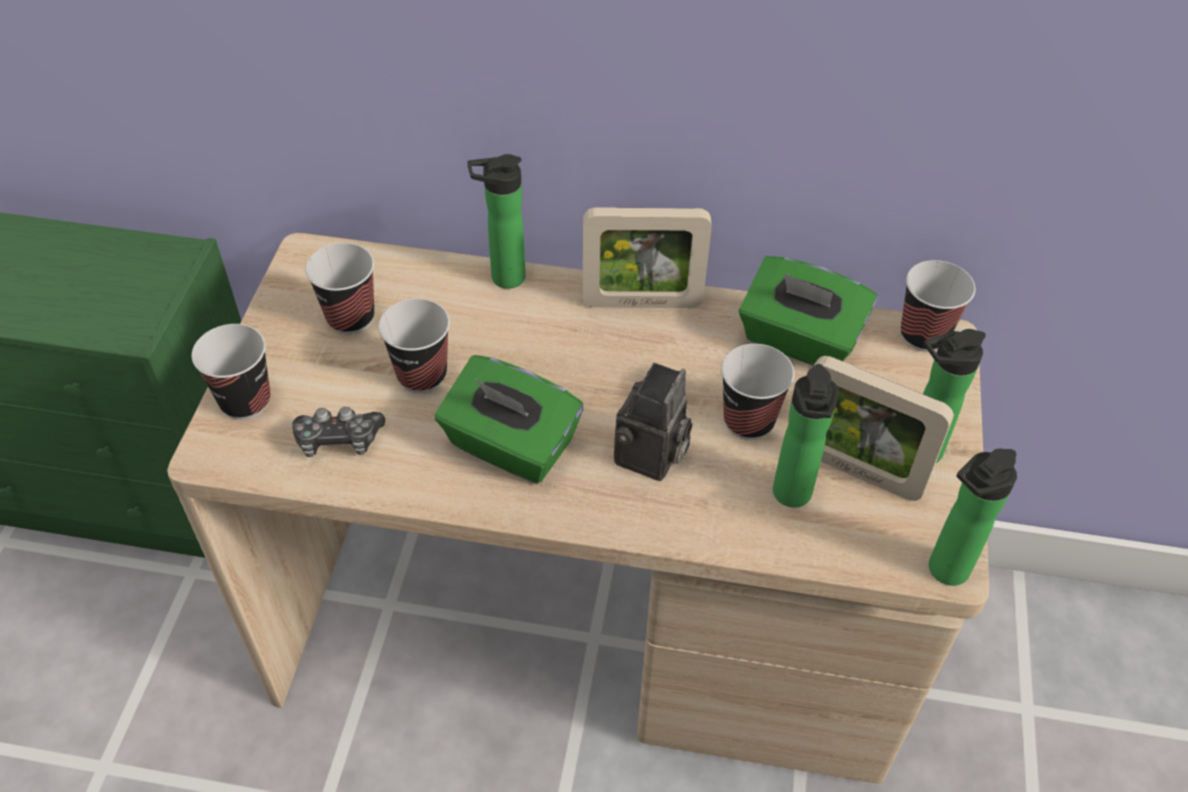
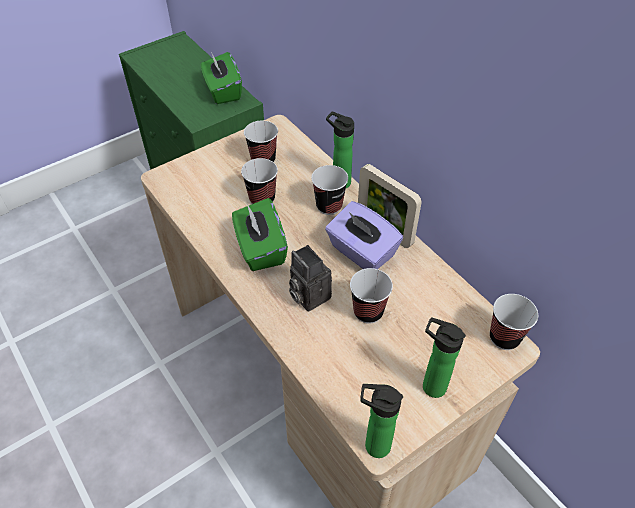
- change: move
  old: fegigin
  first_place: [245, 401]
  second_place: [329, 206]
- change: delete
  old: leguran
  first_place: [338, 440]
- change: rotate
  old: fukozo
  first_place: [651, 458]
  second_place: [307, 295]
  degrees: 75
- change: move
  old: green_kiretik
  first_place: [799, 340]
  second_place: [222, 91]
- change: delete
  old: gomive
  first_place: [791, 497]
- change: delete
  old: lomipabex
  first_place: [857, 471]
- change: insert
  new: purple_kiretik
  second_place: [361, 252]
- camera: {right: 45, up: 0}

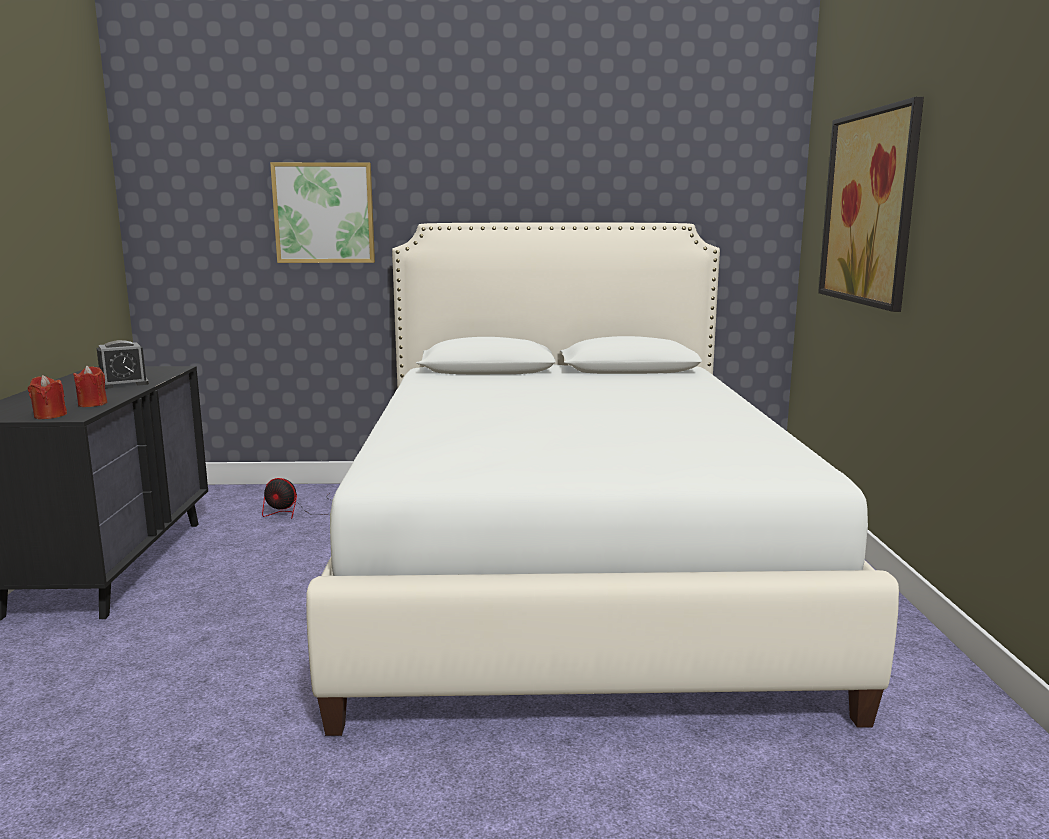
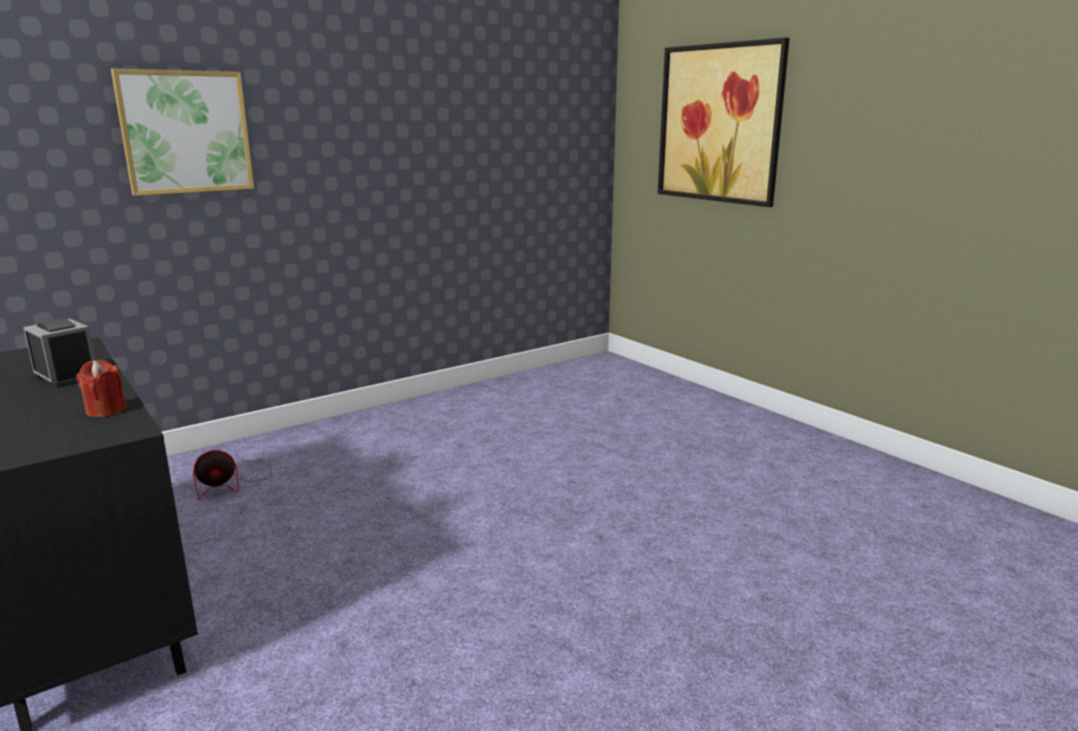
- change: delete
  old: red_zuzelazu
  first_place: [50, 416]
- change: rotate
  old: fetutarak
  first_place: [123, 384]
  second_place: [66, 376]
  degrees: -75
- change: delete
  old: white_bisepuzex
  first_place: [571, 570]
- camera: {right: -35, up: 5}

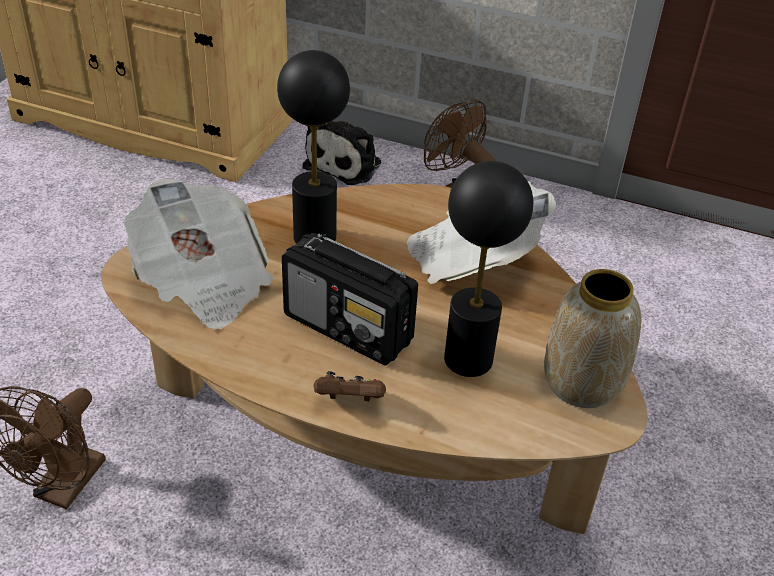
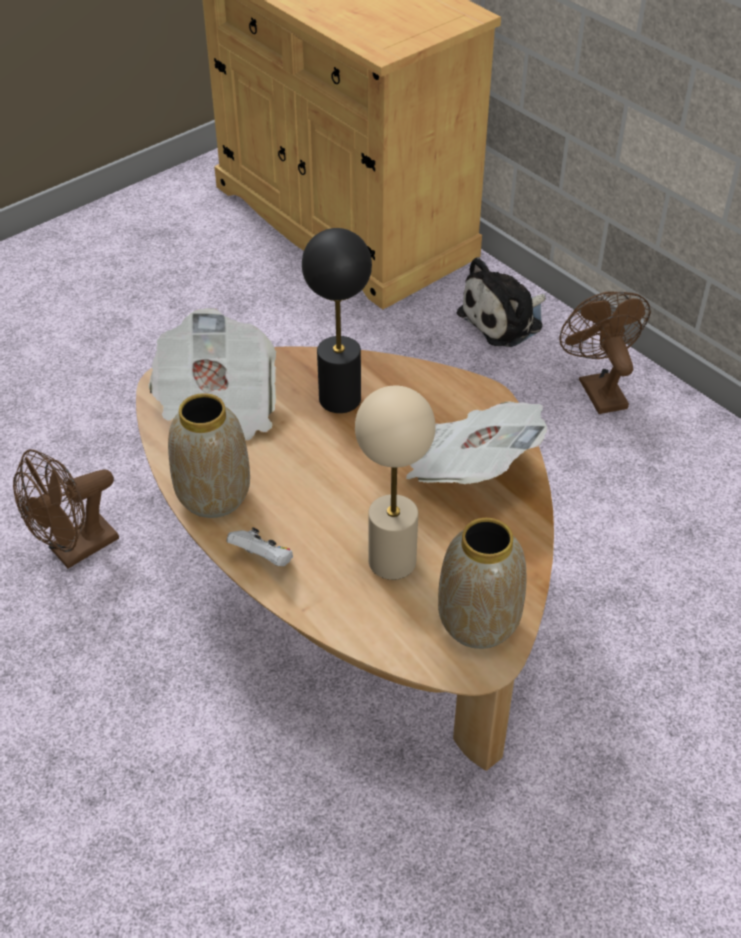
- change: delete
  old: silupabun
  first_place: [349, 329]
- change: recolor
  old: brown_leguran
  new: white_leguran
  first_place: [349, 401]
  second_place: [263, 560]
- change: recolor
  old: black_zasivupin
  new: beige_zasivupin
  first_place: [469, 359]
  second_place: [393, 561]
- change: insert
  new: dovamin
  second_place: [212, 495]
- camera: {right: 30, up: 5}

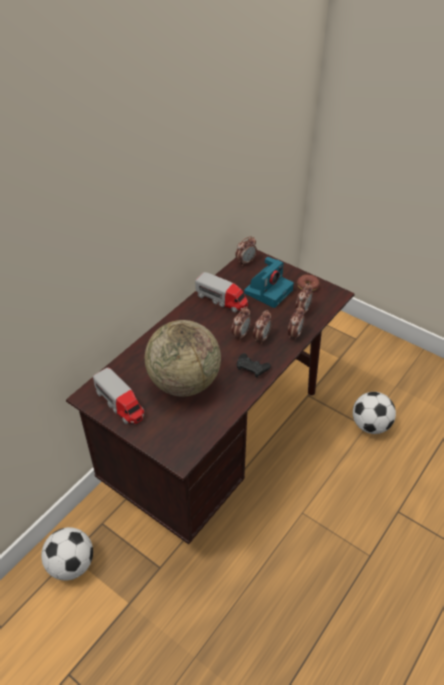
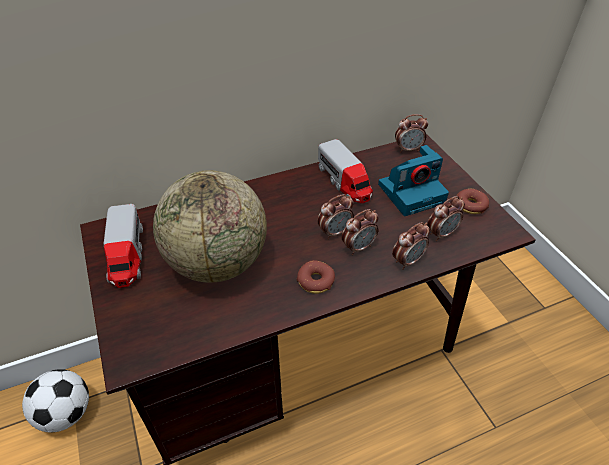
- change: replace
  old: black_leguran
  new: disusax
  first_place: [252, 368]
  second_place: [316, 281]
- change: delete
  old: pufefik
  first_place: [370, 425]
- camera: {right: 30, up: 0}

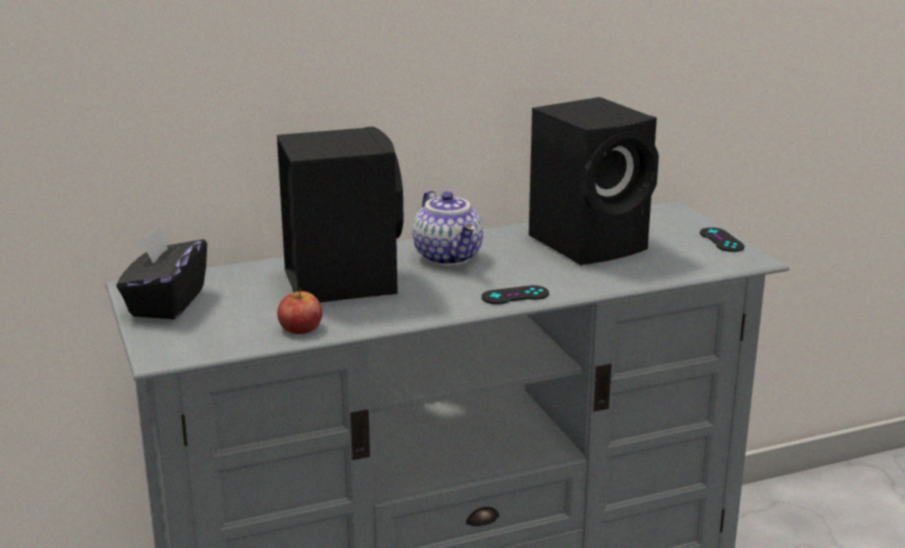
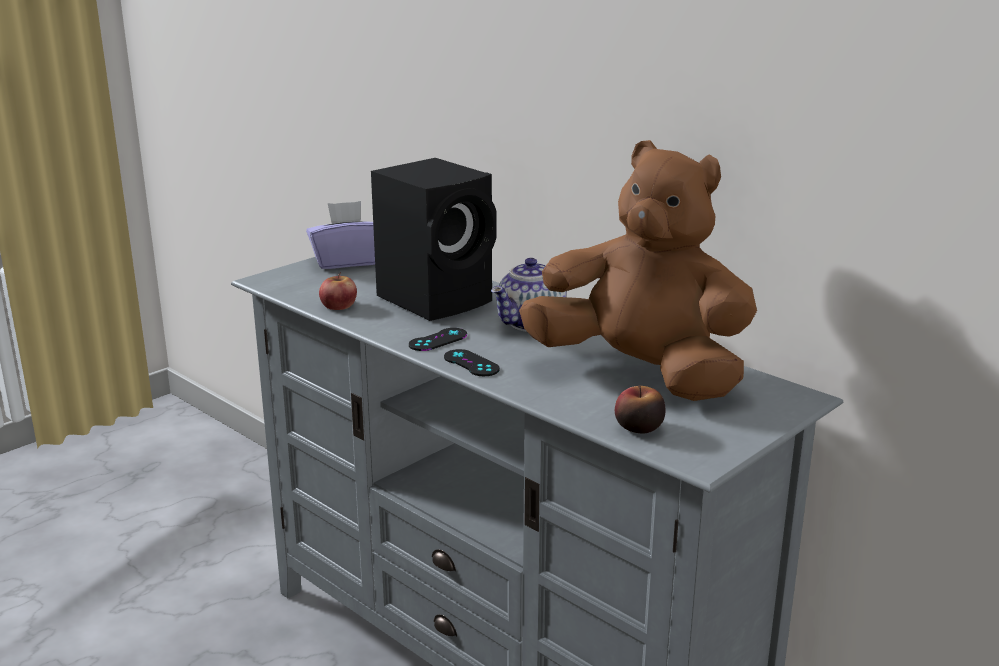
- change: recolor
  old: black_kiretik
  new: purple_kiretik
  first_place: [166, 303]
  second_place: [348, 261]
- change: replace
  old: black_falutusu
  new: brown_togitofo
  first_place: [591, 243]
  second_place: [641, 373]
- change: move
  old: black_leguran
  first_place: [721, 240]
  second_place: [438, 340]
- change: insert
  new: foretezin
  second_place: [639, 427]
- camera: {right: 65, up: 0}

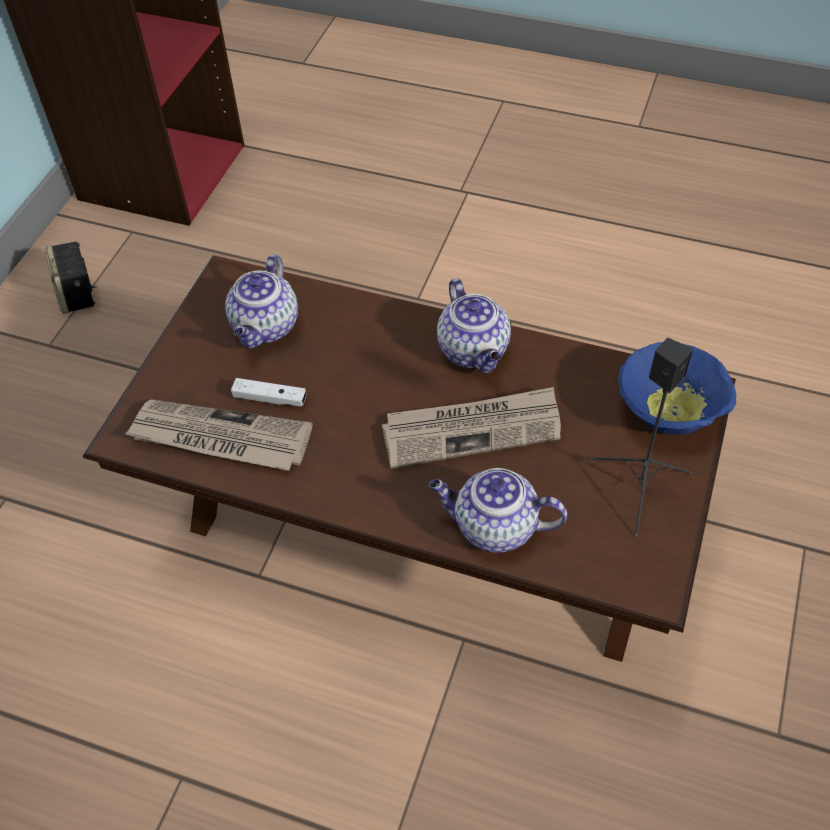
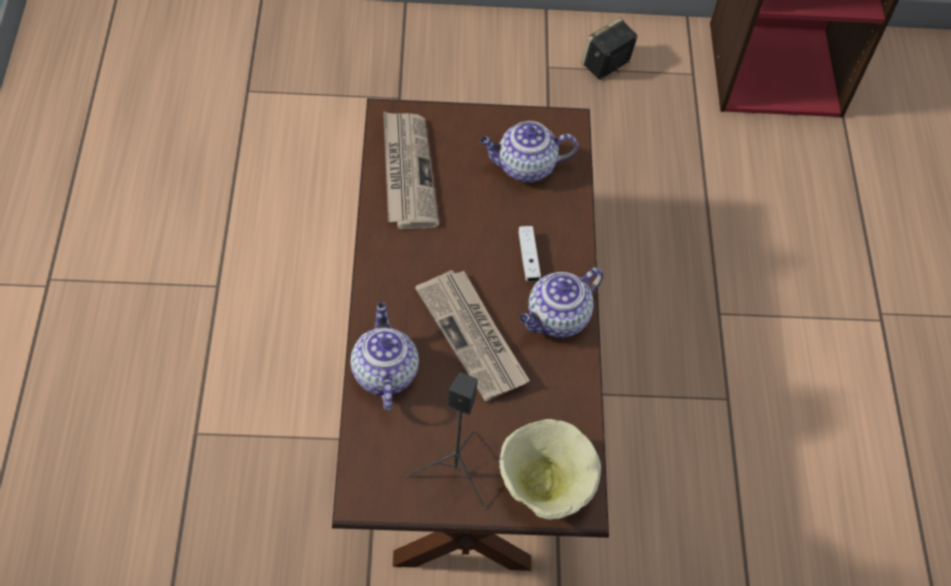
- change: move
  old: white_leguran
  first_place: [270, 398]
  second_place: [528, 258]
- change: recolor
  old: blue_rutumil
  new: beige_rutumil
  first_place: [671, 411]
  second_place: [547, 484]
- camera: {right: 65, up: 5}

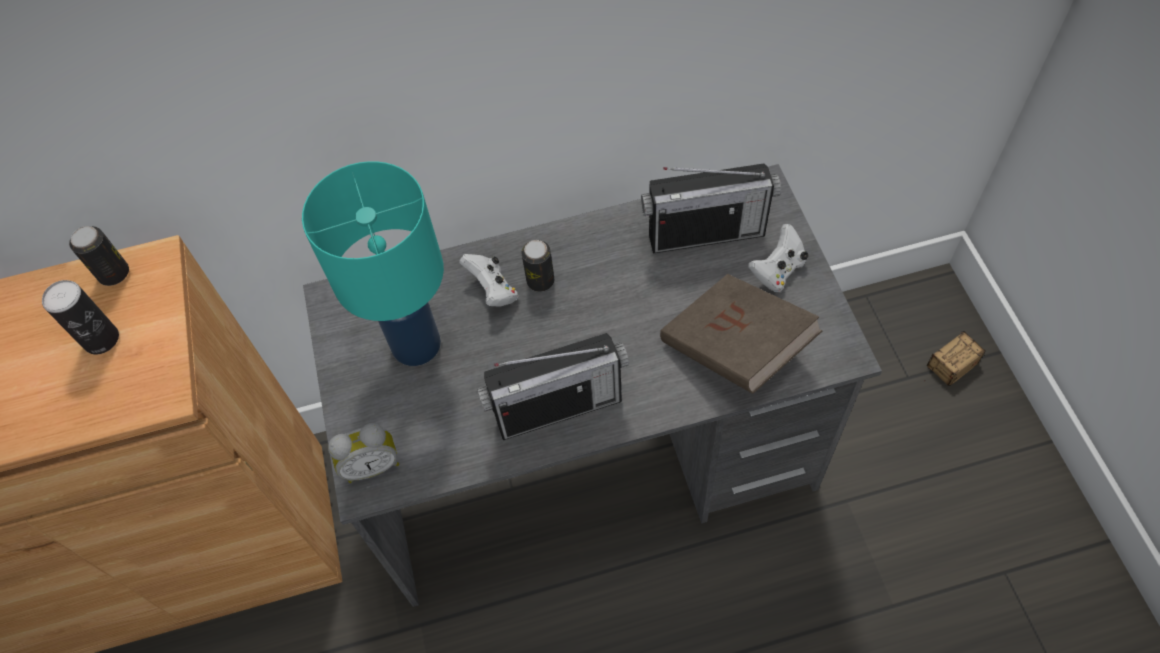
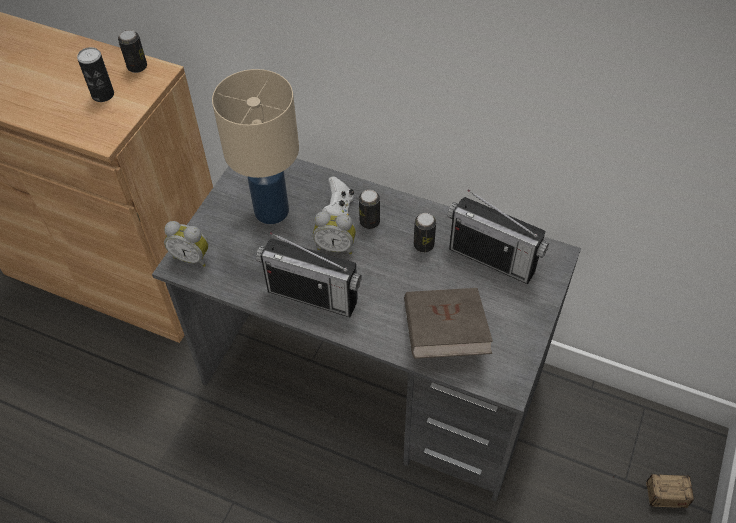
- change: recolor
  old: turquoise_zasivupin
  new: beige_zasivupin
  first_place: [417, 345]
  second_place: [272, 212]
- change: delete
  old: white_leguran
  first_place: [777, 271]
- change: insert
  new: fetutarak
  second_place: [335, 246]
- change: insert
  new: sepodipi
  second_place: [423, 245]
- camera: {right: 35, up: -5}

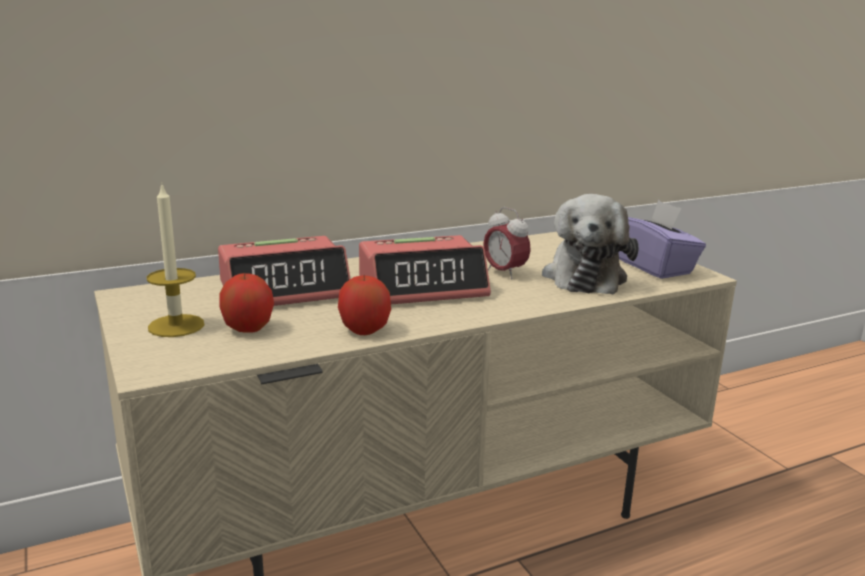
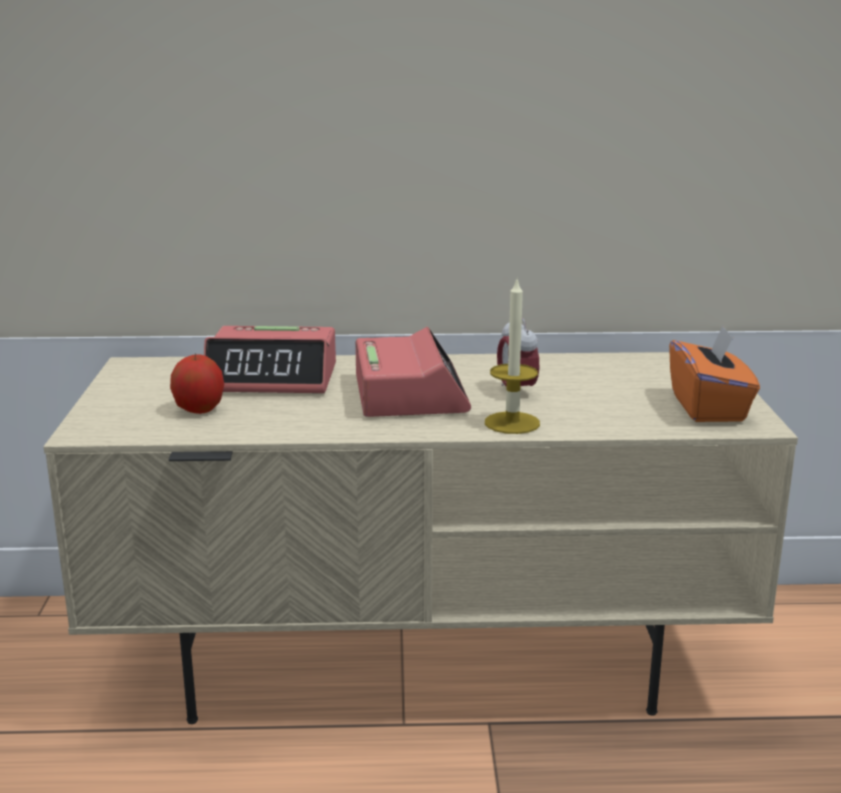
- change: move
  old: zuzelazu
  first_place: [176, 326]
  second_place: [512, 423]
- change: delete
  old: foretezin
  first_place: [364, 330]
- change: rotate
  old: fetutarak
  first_place: [423, 286]
  second_place: [409, 393]
  degrees: -105
- change: delete
  old: togitofo
  first_place: [584, 276]
- change: recolor
  old: purple_kiretik
  new: orange_kiretik
  first_place: [654, 267]
  second_place: [709, 407]
- camera: {right: 25, up: 0}

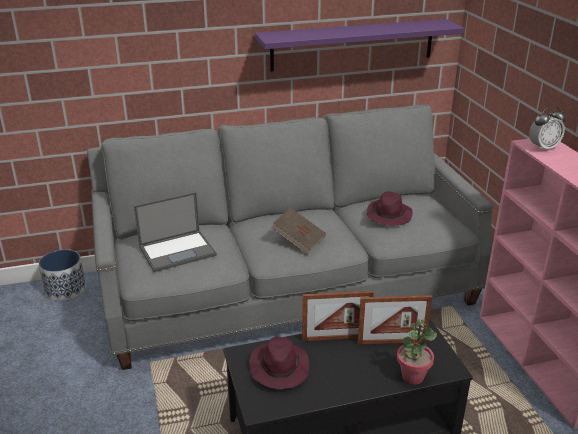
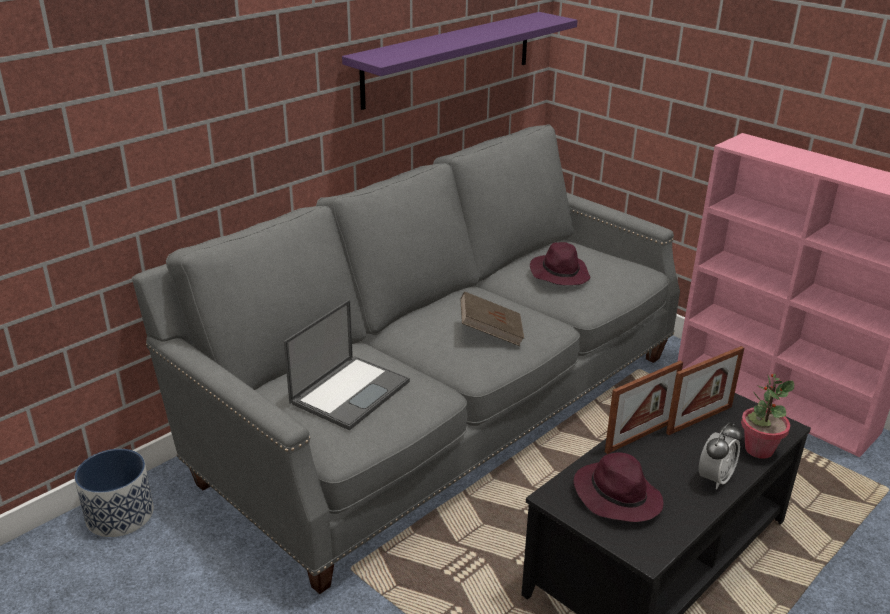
- change: move
  old: fetutarak
  first_place: [543, 148]
  second_place: [715, 478]
- camera: {right: -30, up: 0}

